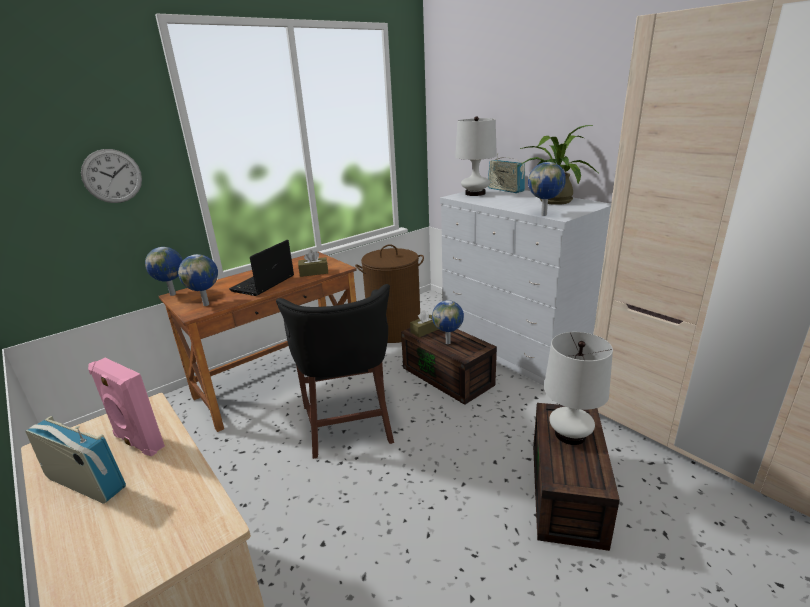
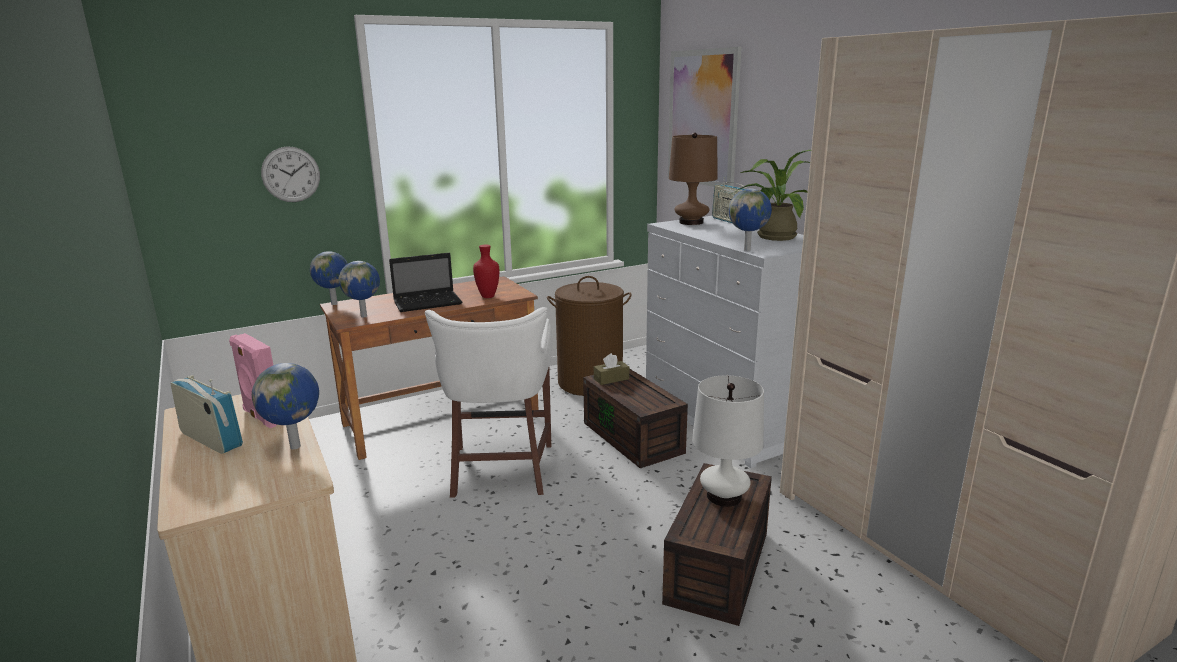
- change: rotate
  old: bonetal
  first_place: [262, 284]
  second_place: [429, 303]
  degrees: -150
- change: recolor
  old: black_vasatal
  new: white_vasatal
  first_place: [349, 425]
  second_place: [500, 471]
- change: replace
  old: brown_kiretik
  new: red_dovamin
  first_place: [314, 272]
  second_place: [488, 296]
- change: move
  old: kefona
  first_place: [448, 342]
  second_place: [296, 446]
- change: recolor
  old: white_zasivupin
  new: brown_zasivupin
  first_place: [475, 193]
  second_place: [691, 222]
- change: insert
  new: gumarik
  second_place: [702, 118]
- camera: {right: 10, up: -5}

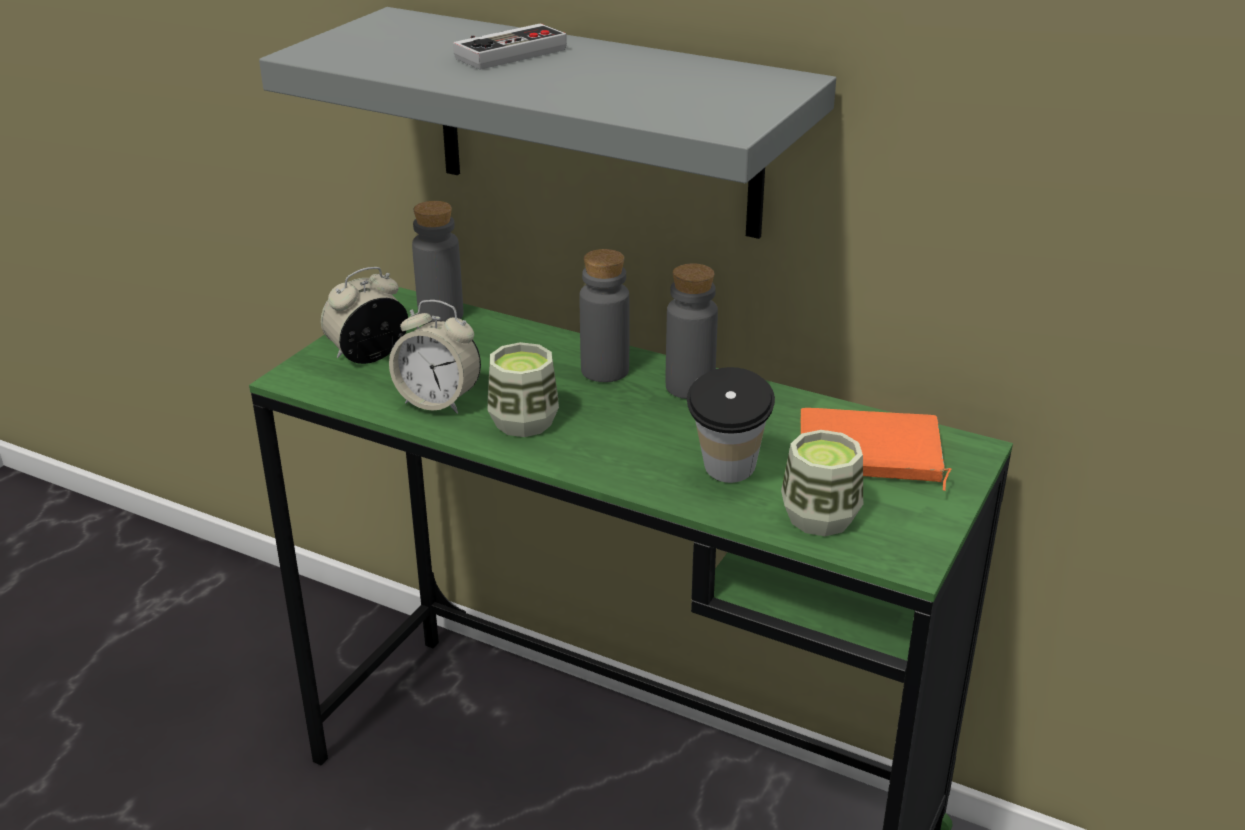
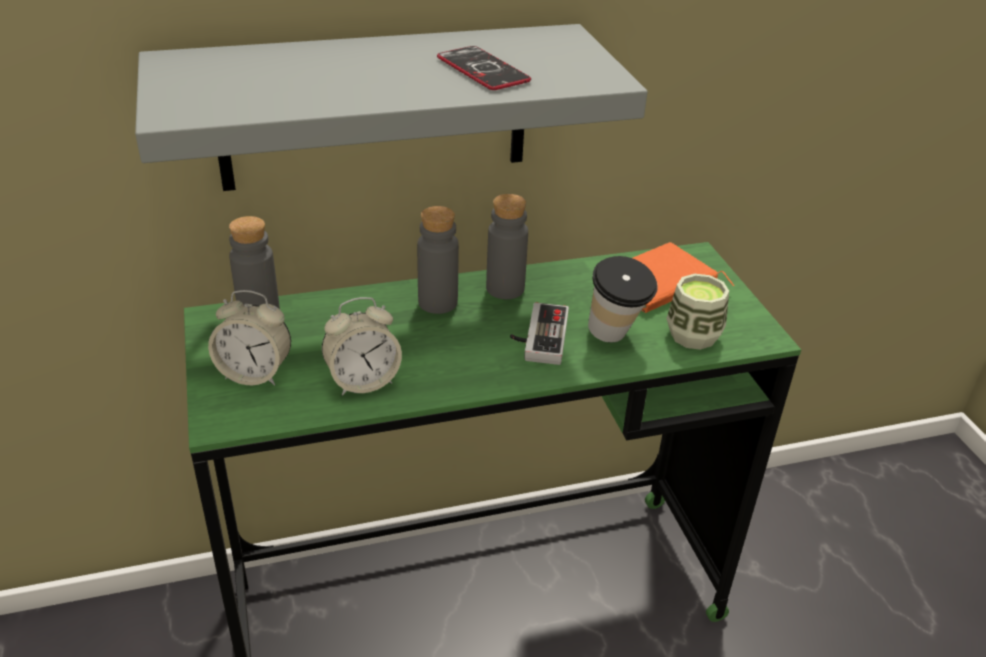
- change: rotate
  old: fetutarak
  first_place: [369, 356]
  second_place: [255, 374]
  degrees: -90
- change: move
  old: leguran
  first_place: [504, 51]
  second_place: [537, 337]
- change: delete
  old: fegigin
  first_place: [523, 422]
- change: insert
  new: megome
  second_place: [482, 70]
- camera: {right: -45, up: 5}

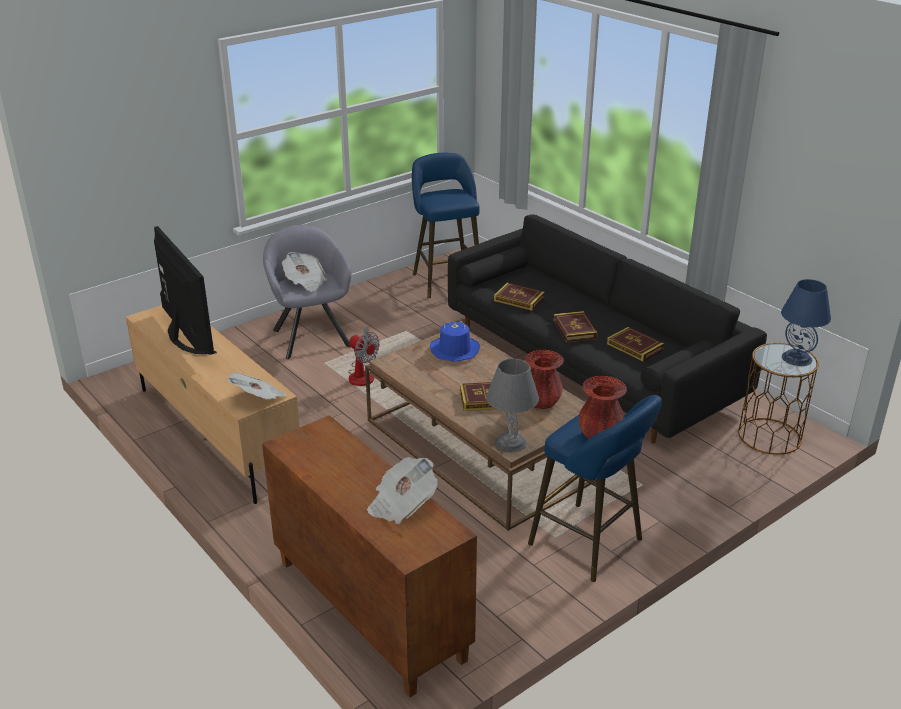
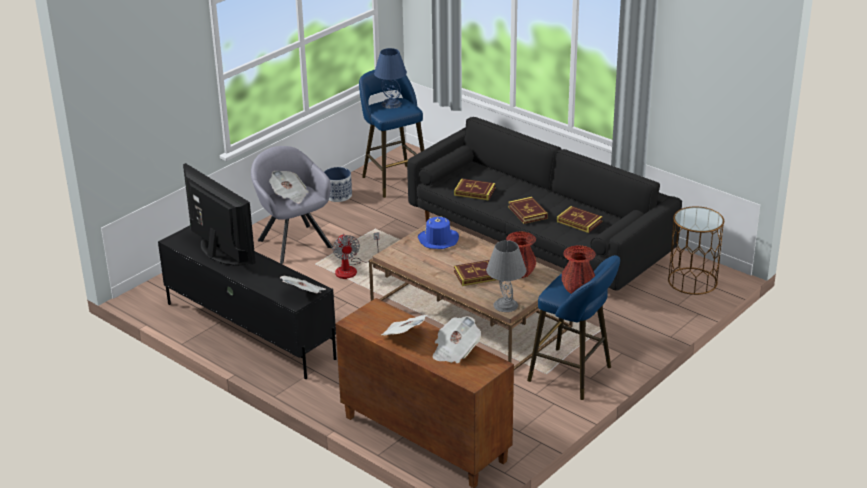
- change: recolor
  old: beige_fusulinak
  new: black_fusulinak
  first_place: [217, 432]
  second_place: [249, 330]
- change: rotate
  old: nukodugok
  first_place: [363, 374]
  second_place: [351, 269]
  degrees: 45
- change: move
  old: blue_zasivupin
  first_place: [796, 358]
  second_place: [391, 104]
- change: insert
  new: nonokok
  second_place: [338, 195]
- change: insert
  new: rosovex
  second_place: [404, 335]
- camera: {right: -10, up: 0}

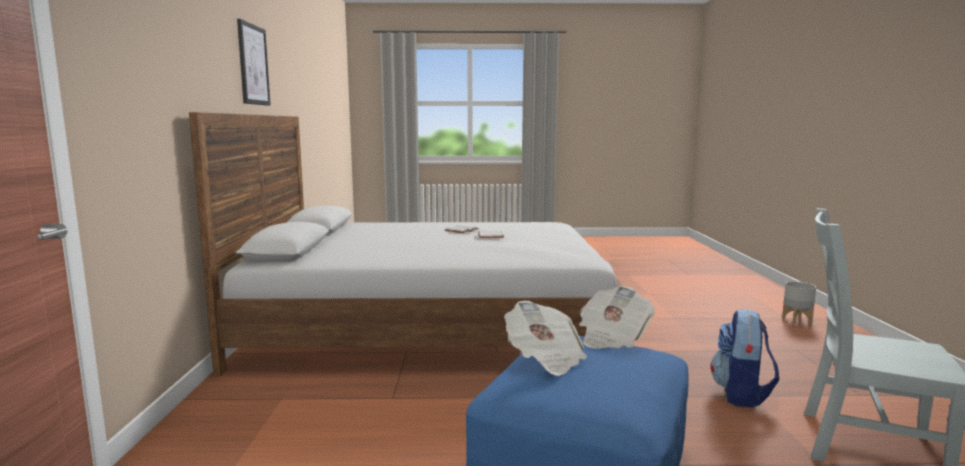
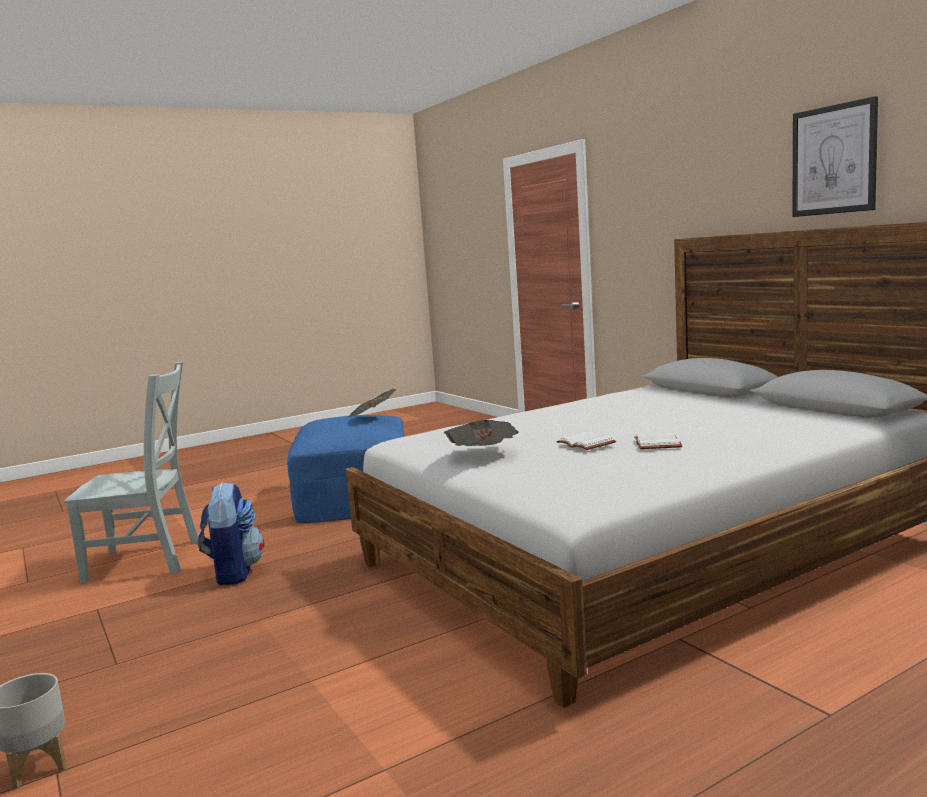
- change: move
  old: rosovex
  first_place: [612, 337]
  second_place: [483, 454]
- camera: {right: 150, up: 0}

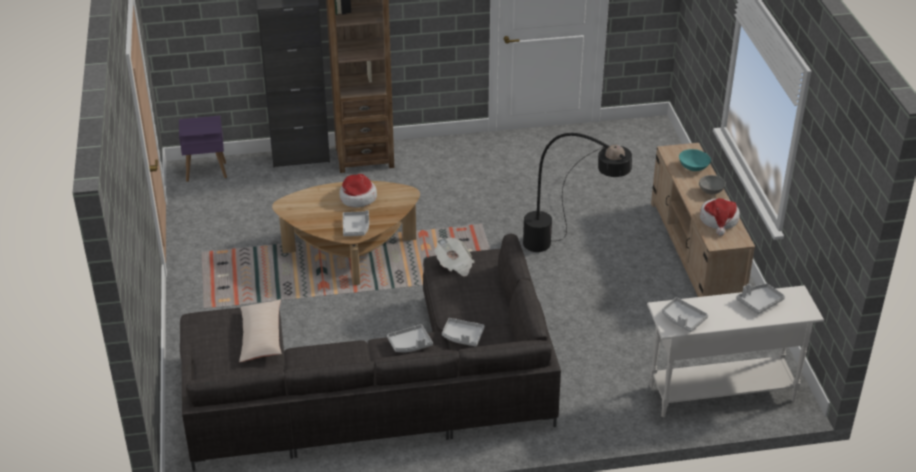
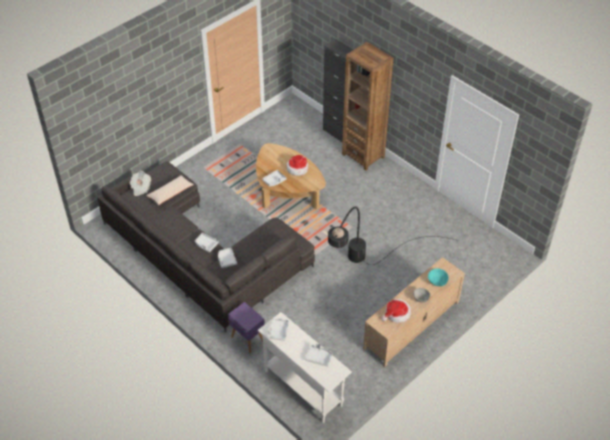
- change: move
  old: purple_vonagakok
  first_place: [205, 172]
  second_place: [247, 339]
- change: move
  old: rosovex
  first_place: [454, 265]
  second_place: [140, 188]
- camera: {right: 55, up: 10}

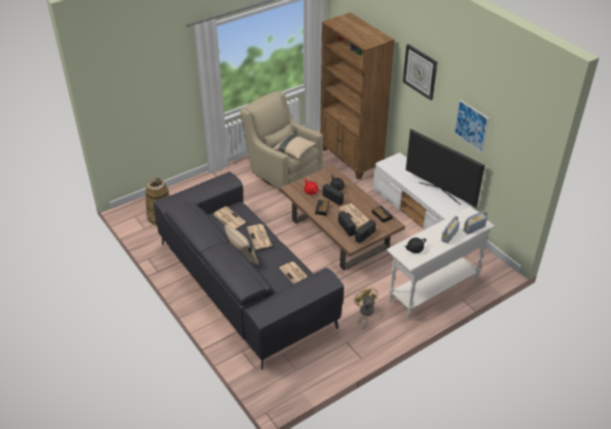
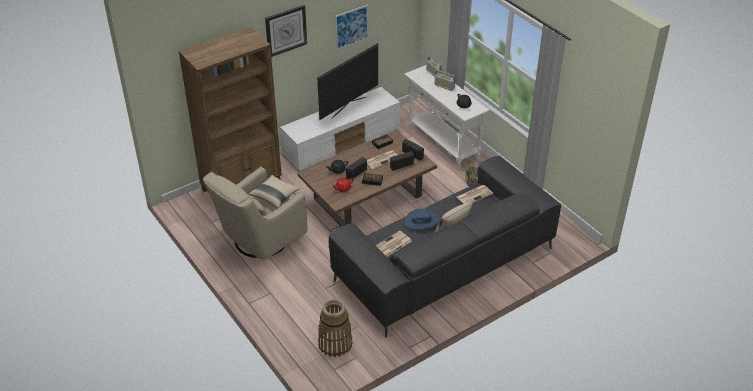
- change: replace
  old: rosovex
  new: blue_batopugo
  first_place: [259, 237]
  second_place: [421, 221]
- camera: {right: -90, up: 0}

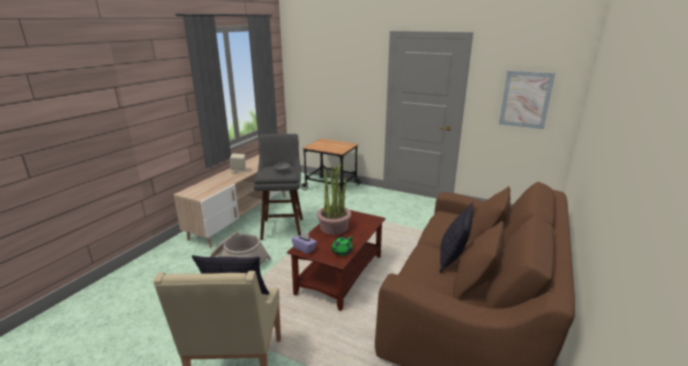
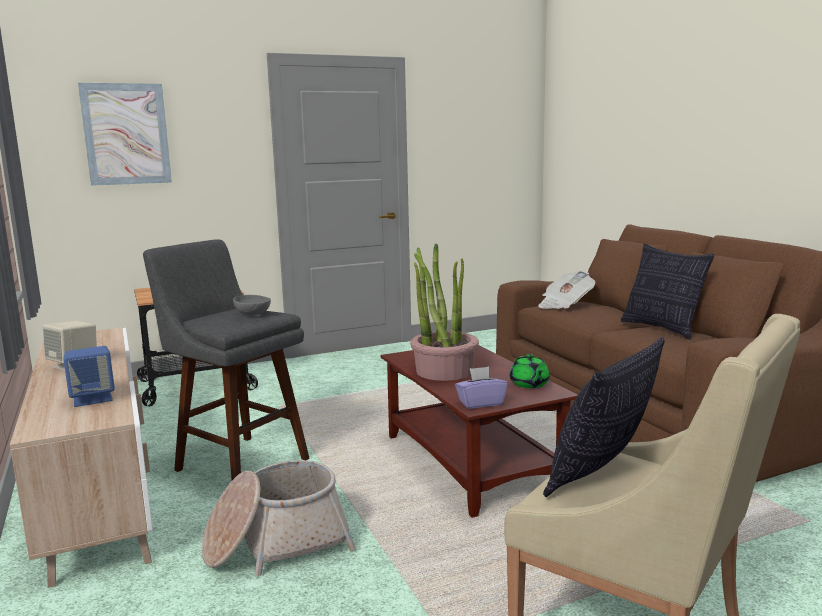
- change: move
  old: gumarik
  first_place: [525, 99]
  second_place: [126, 134]
- change: insert
  new: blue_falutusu
  second_place: [93, 399]
- change: insert
  new: rosovex
  second_place: [564, 305]
- camera: {right: -50, up: -10}

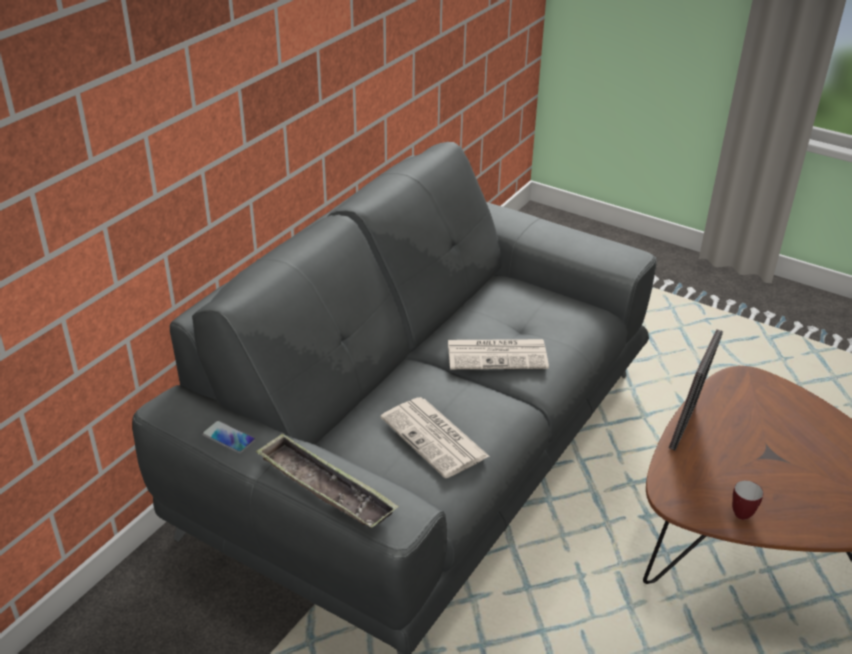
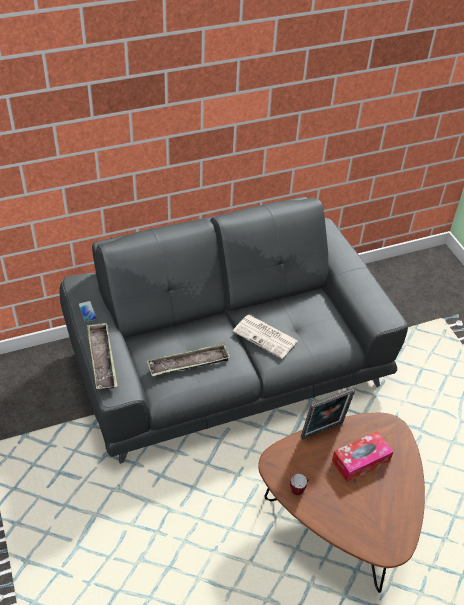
- change: replace
  old: rosovex
  new: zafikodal
  first_place: [435, 438]
  second_place: [189, 363]
- change: insert
  new: kiretik
  second_place: [360, 461]
- camera: {right: 35, up: 10}

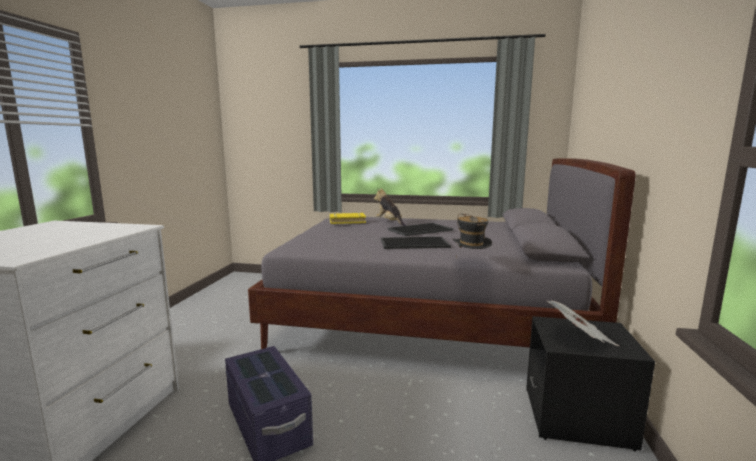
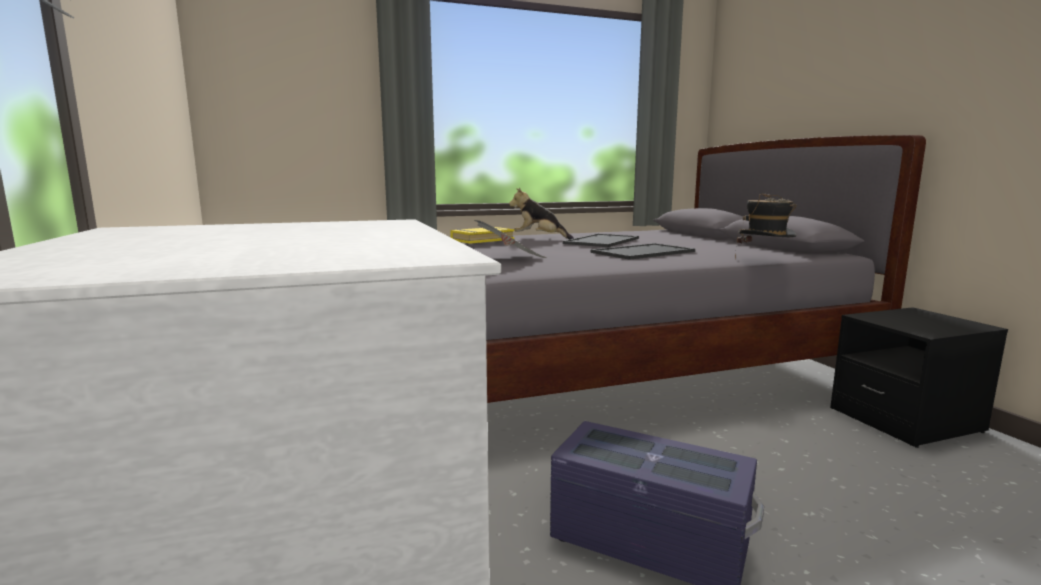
- change: move
  old: rosovex
  first_place: [580, 339]
  second_place: [511, 259]
- camera: {right: -30, up: 0}

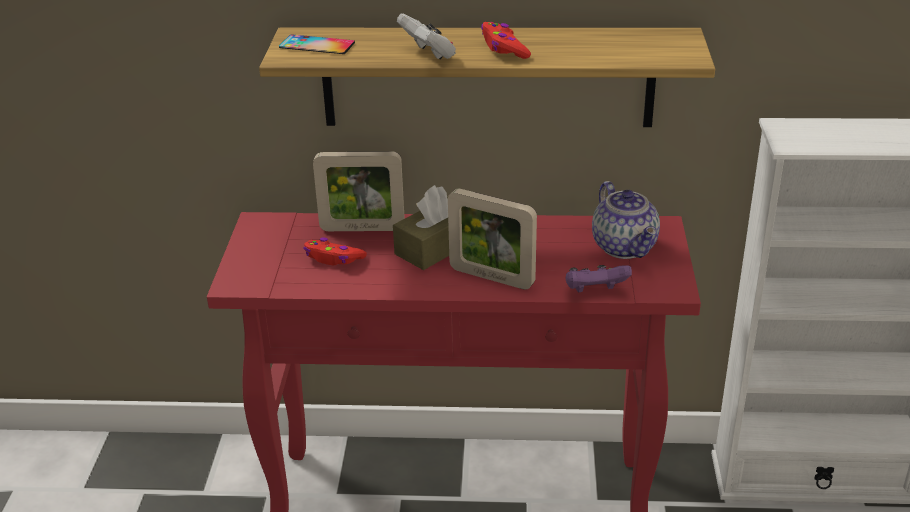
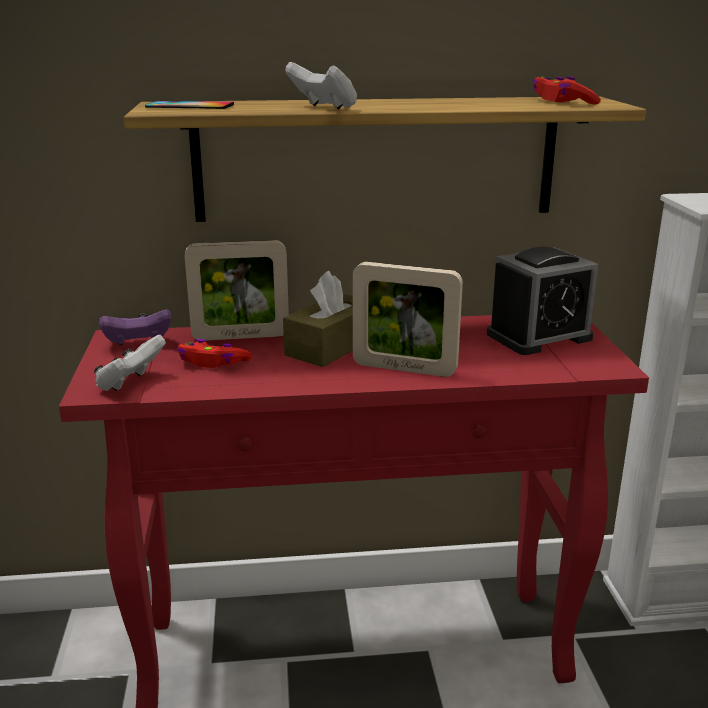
- change: move
  old: red_leguran
  first_place: [504, 48]
  second_place: [562, 102]
- change: move
  old: purple_leguran
  first_place: [595, 291]
  second_place: [138, 344]
- change: replace
  old: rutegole
  new: fetutarak
  first_place: [626, 247]
  second_place: [539, 336]
- change: insert
  new: white_leguran
  second_place: [131, 383]
- camera: {right: -10, up: -10}

